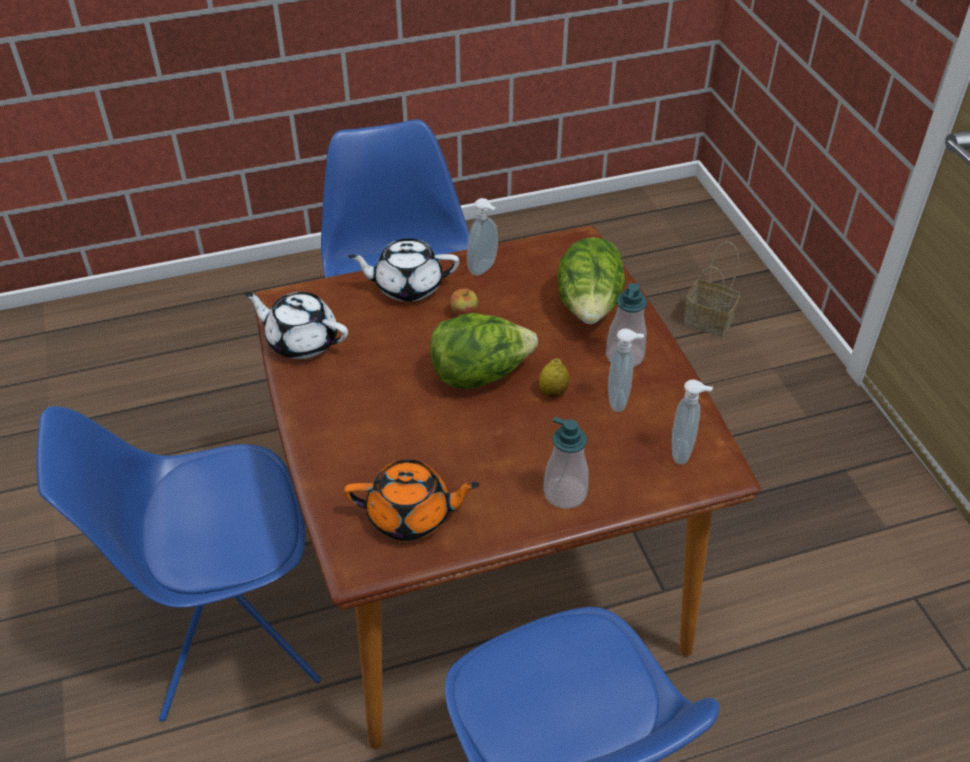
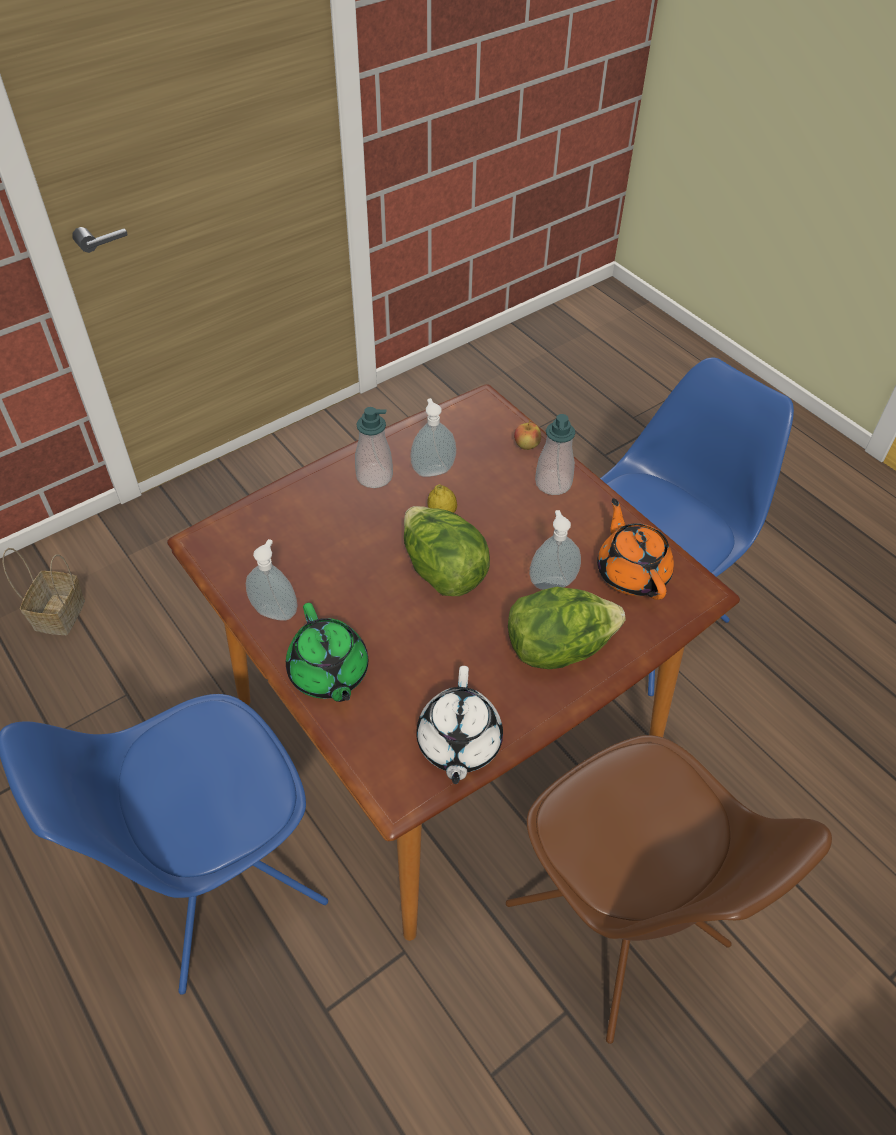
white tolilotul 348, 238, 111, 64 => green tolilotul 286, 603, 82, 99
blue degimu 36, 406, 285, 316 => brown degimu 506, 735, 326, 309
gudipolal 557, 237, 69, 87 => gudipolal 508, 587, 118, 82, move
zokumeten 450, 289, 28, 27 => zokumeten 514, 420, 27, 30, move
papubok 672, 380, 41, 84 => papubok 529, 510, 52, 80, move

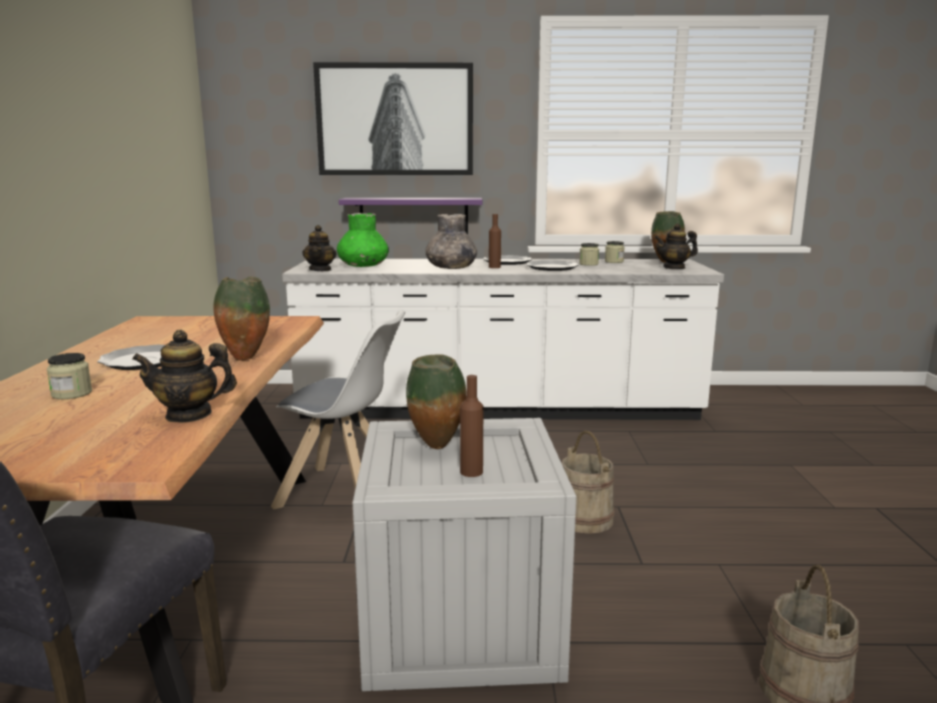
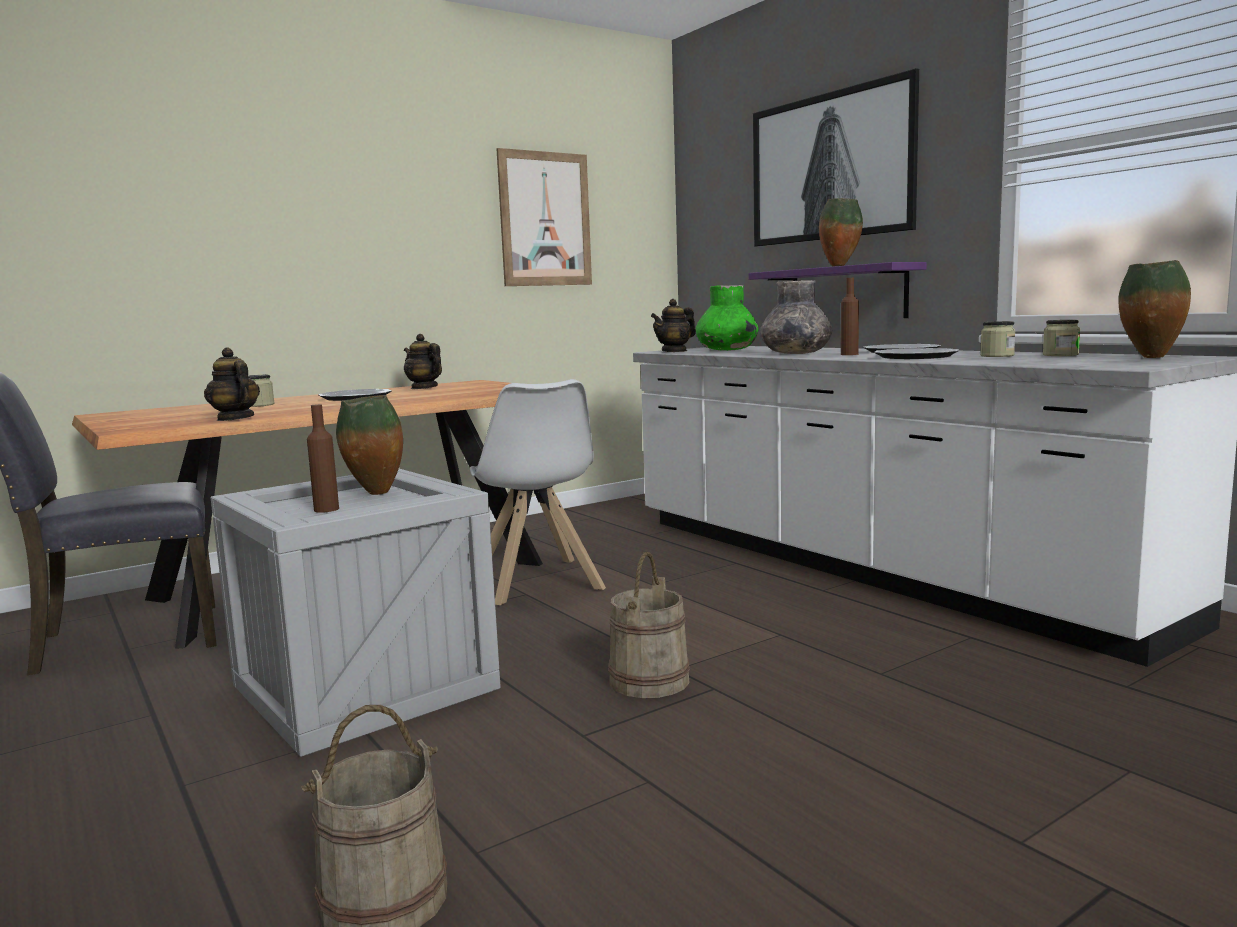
tolilotul 654, 224, 44, 45 => tolilotul 404, 334, 38, 55, move
nothing => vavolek 496, 148, 96, 138
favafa 213, 277, 57, 84 => favafa 819, 198, 44, 69, move

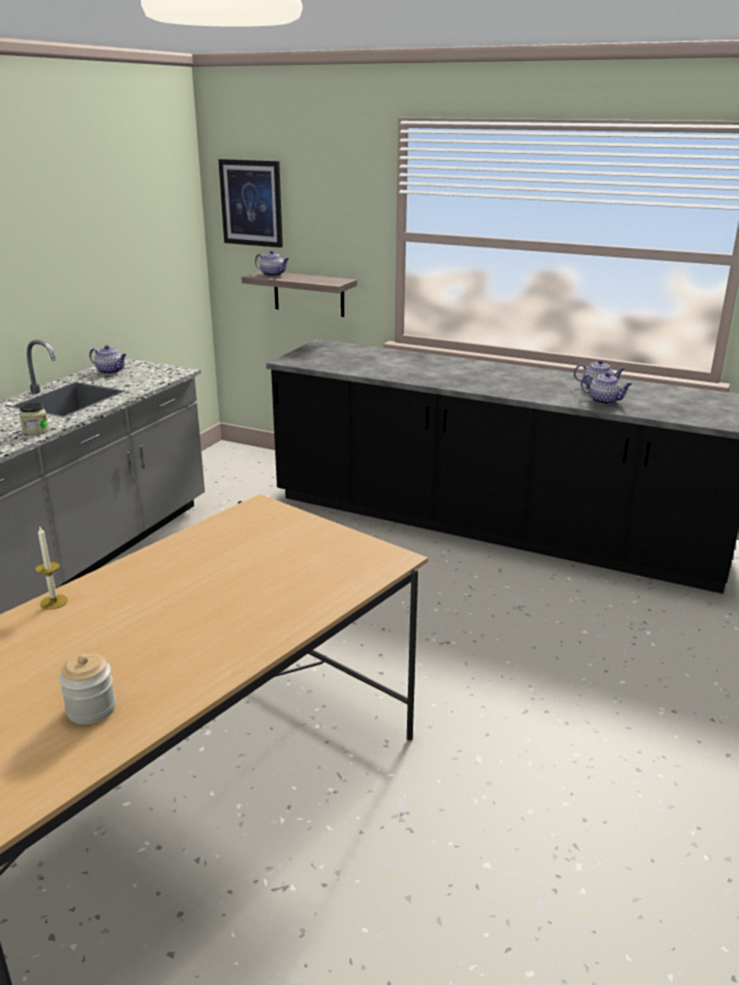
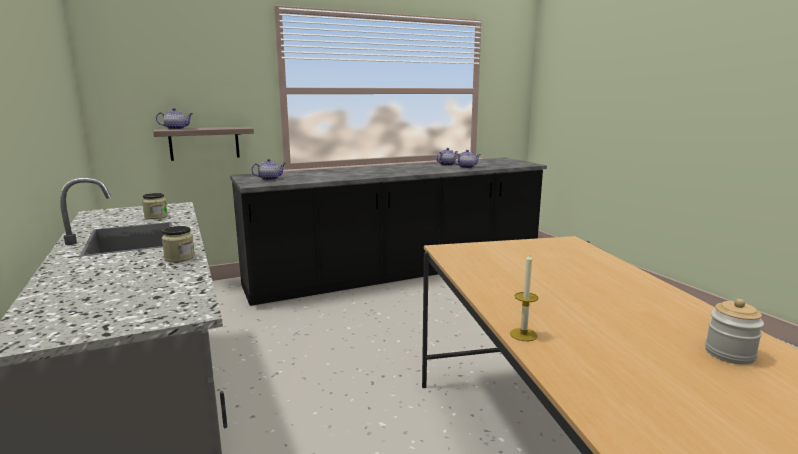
nothing => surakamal 142, 193, 26, 26
tolilotul 89, 345, 38, 29 => tolilotul 251, 159, 35, 21, move
vavolek 218, 159, 65, 89 => nothing

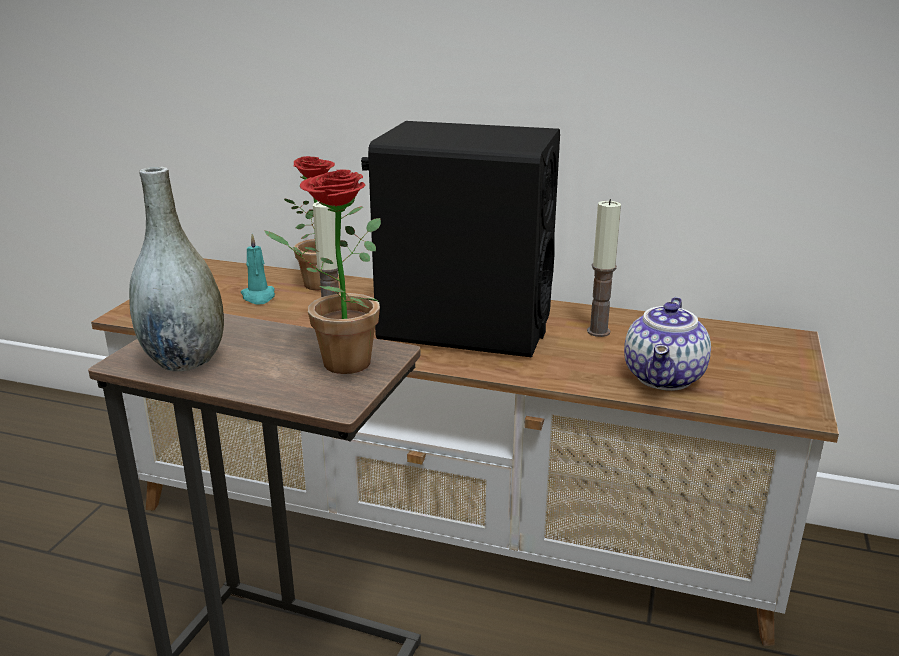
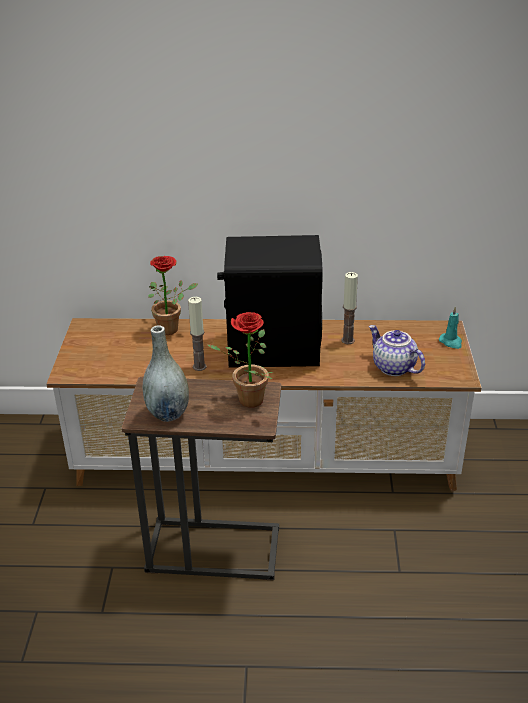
tolilotul 624, 297, 87, 94 => tolilotul 369, 325, 56, 51, 135 degrees clockwise
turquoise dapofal 241, 234, 34, 70 => turquoise dapofal 439, 307, 23, 42, move

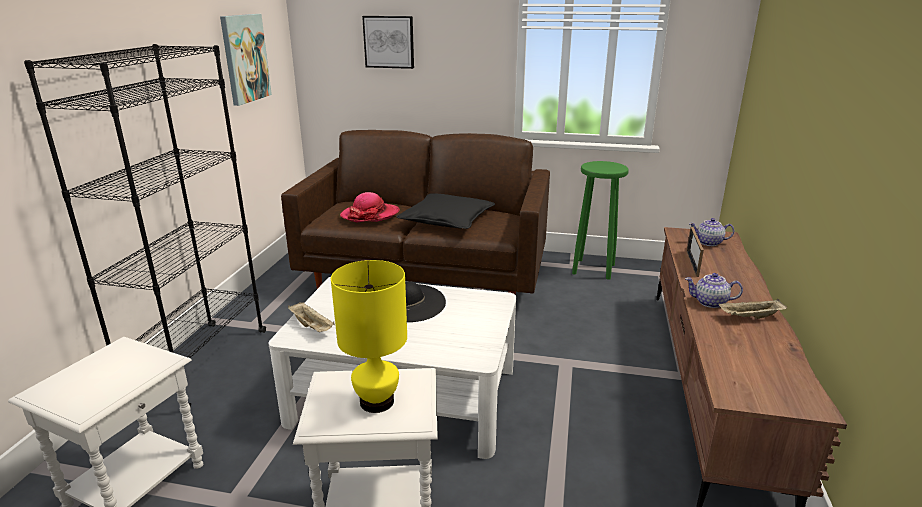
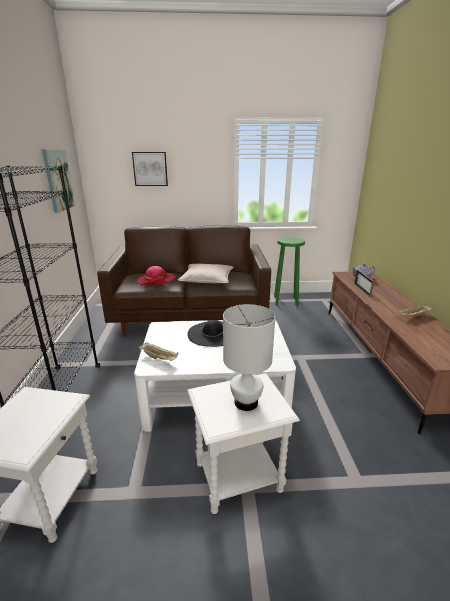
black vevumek 396, 193, 99, 36 => beige vevumek 178, 264, 56, 19
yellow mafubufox 331, 260, 76, 153 => white mafubufox 223, 304, 52, 107
tolilotul 685, 273, 58, 35 => nothing

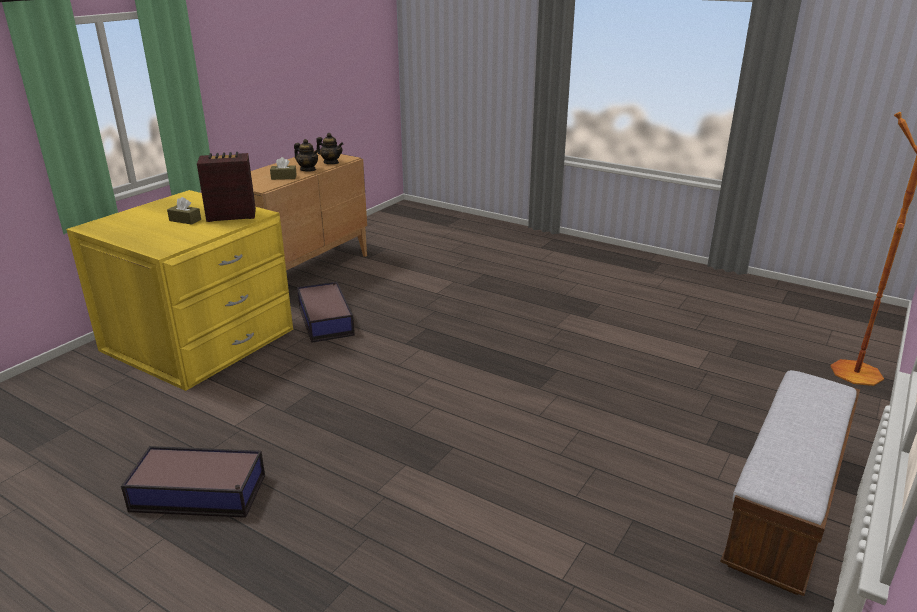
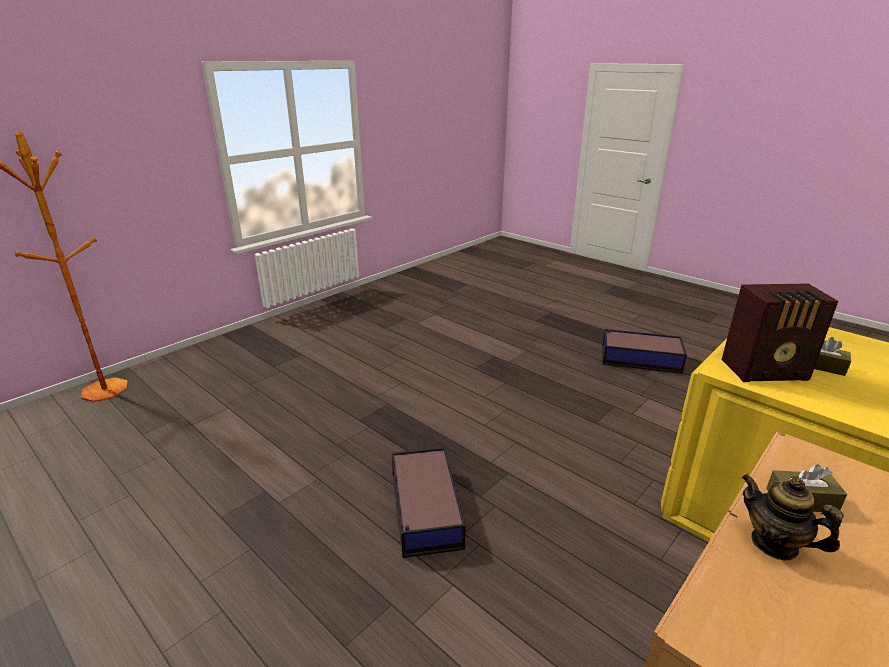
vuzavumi 297, 281, 58, 62 => vuzavumi 392, 447, 74, 111, move
tolilotul 316, 133, 27, 31 => nothing
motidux 720, 370, 140, 226 => nothing

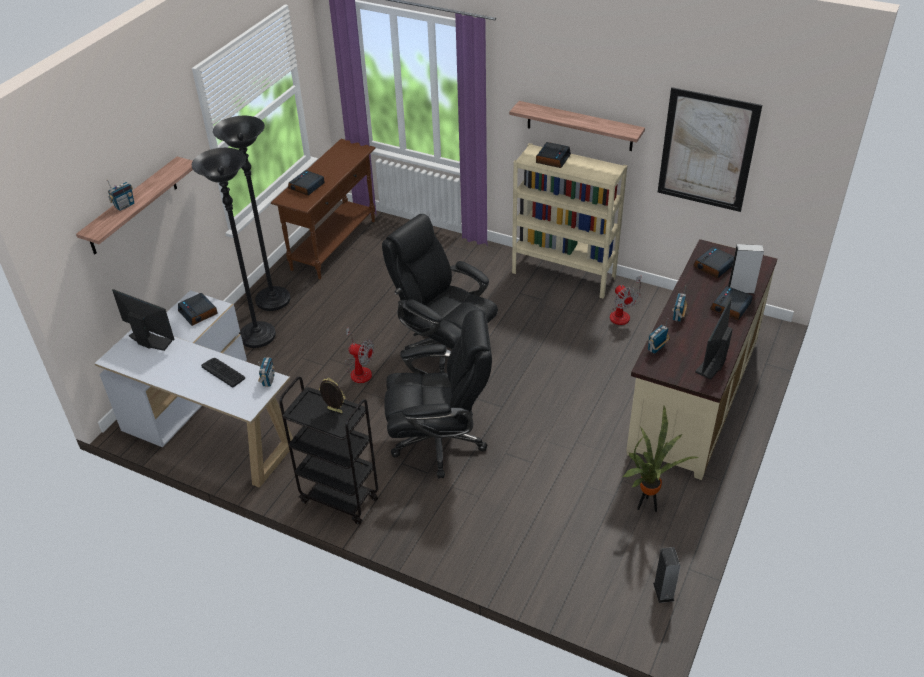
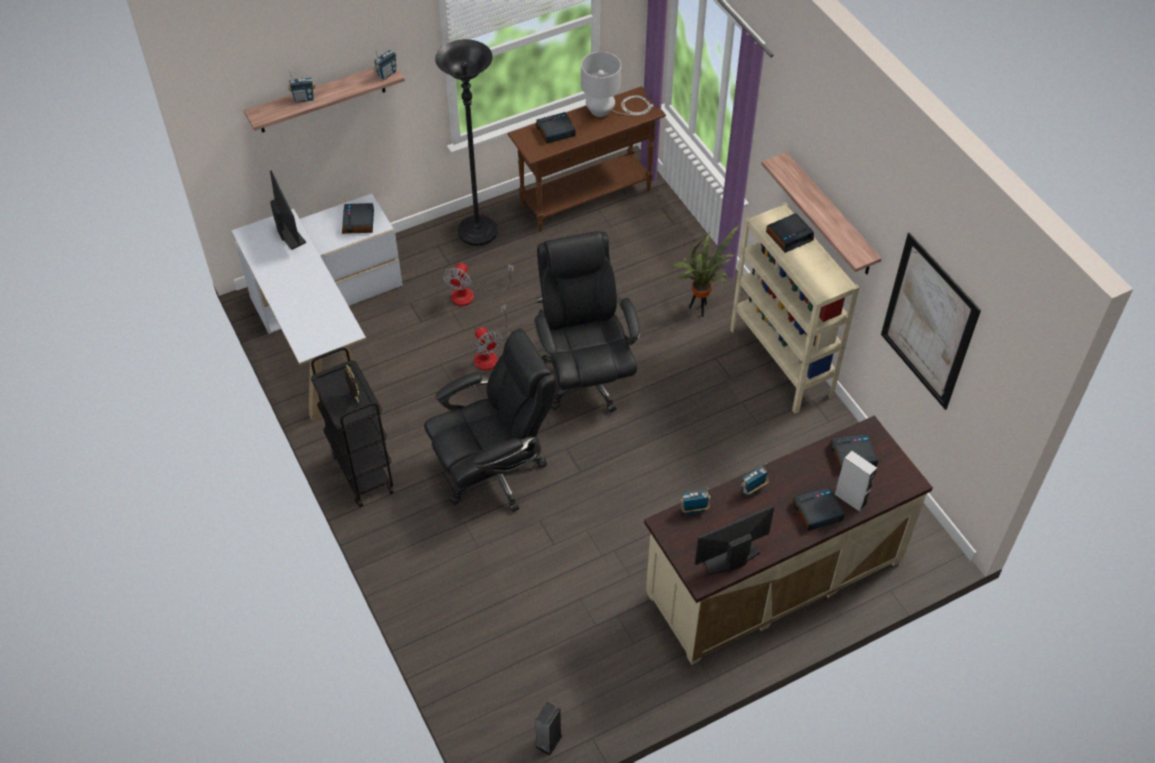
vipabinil 258, 357, 17, 30 => vipabinil 373, 50, 23, 30, move
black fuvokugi 384, 310, 108, 168 => black fuvokugi 424, 329, 132, 183, 60 degrees counterclockwise
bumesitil 610, 276, 31, 49 => bumesitil 443, 263, 71, 43, move
nothing => grey mafubufox 581, 52, 73, 65
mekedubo 622, 406, 77, 106 => mekedubo 673, 225, 66, 92, move
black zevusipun 192, 148, 84, 200 => nothing
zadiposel 201, 358, 44, 30 => nothing

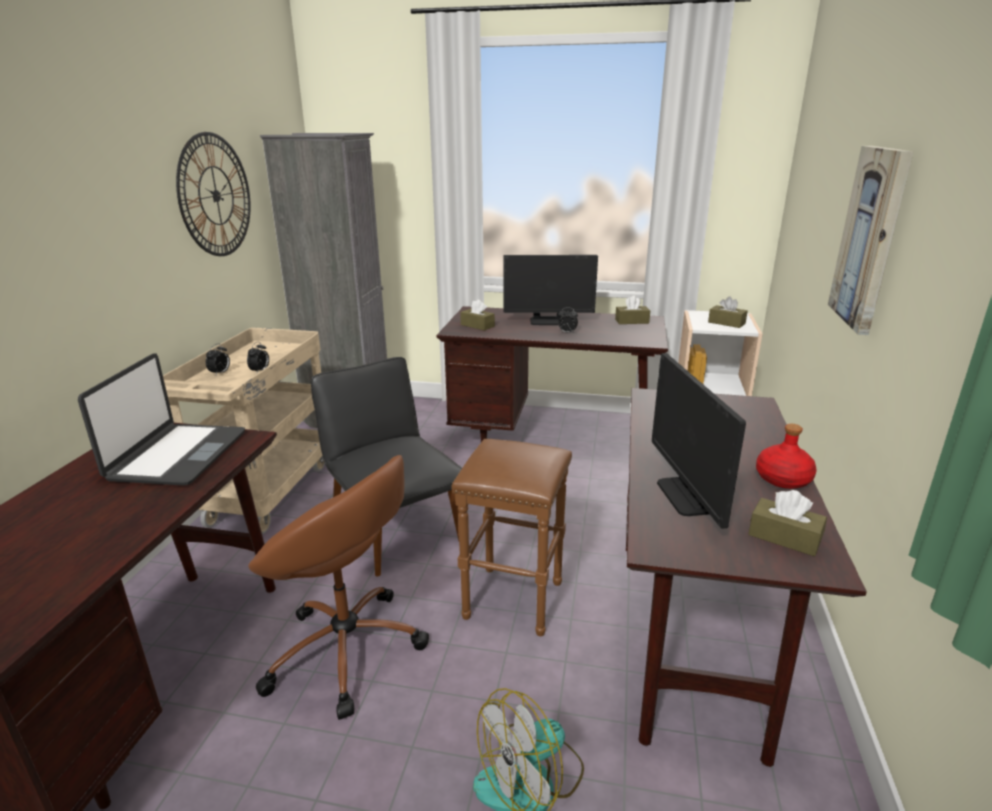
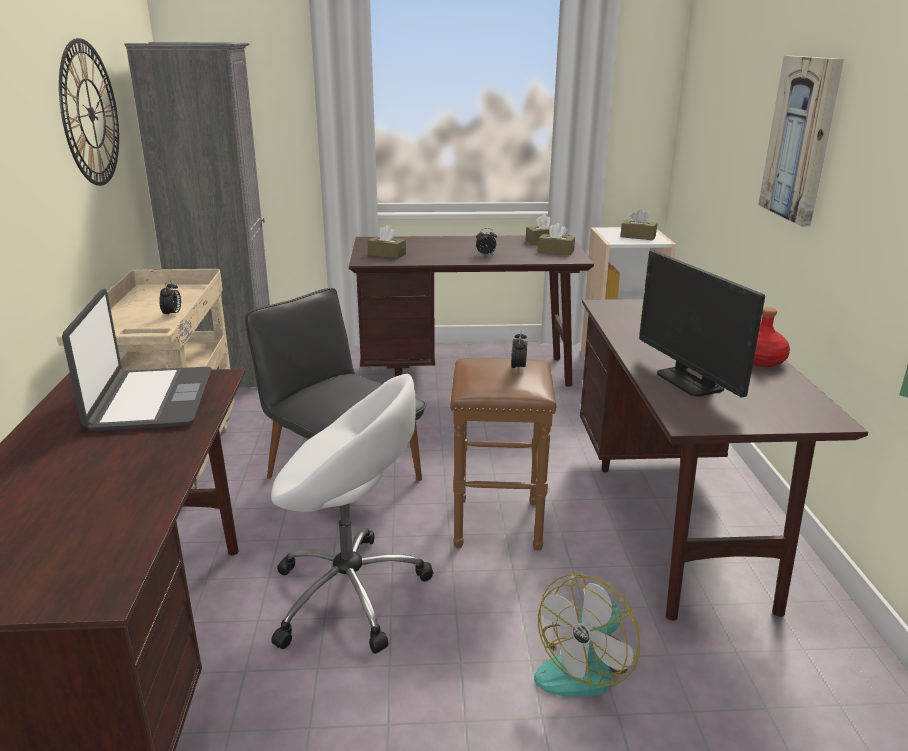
brown fuvokugi 248, 455, 181, 265 => white fuvokugi 271, 374, 162, 280
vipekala 206, 344, 24, 31 => vipekala 511, 331, 16, 41, move
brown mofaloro 748, 490, 79, 66 => brown mofaloro 538, 223, 37, 32, move
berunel 503, 255, 95, 70 => nothing

